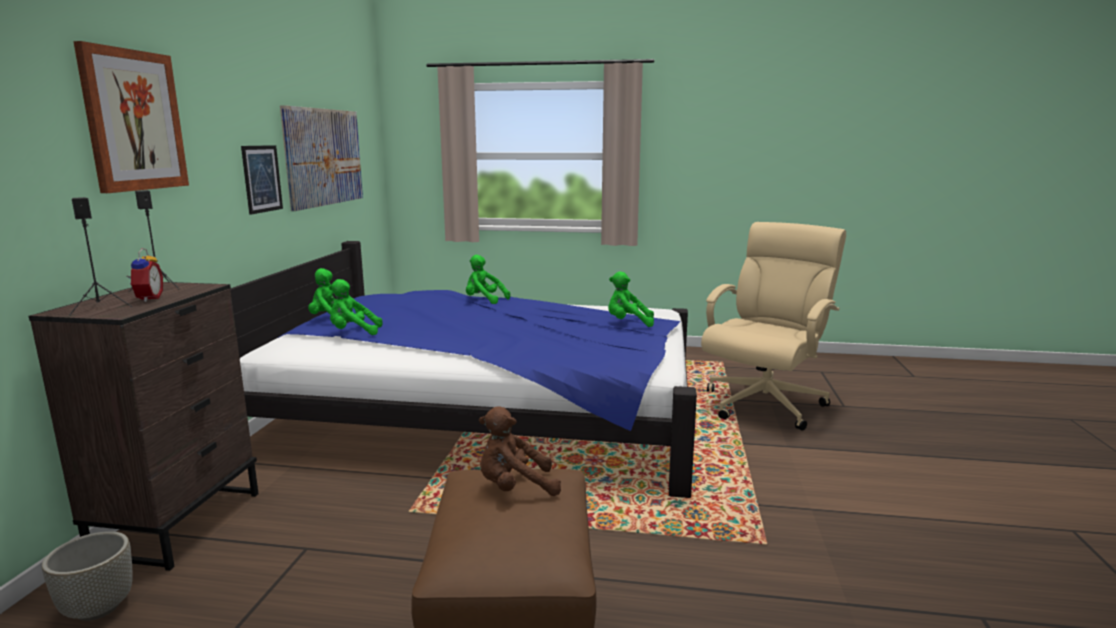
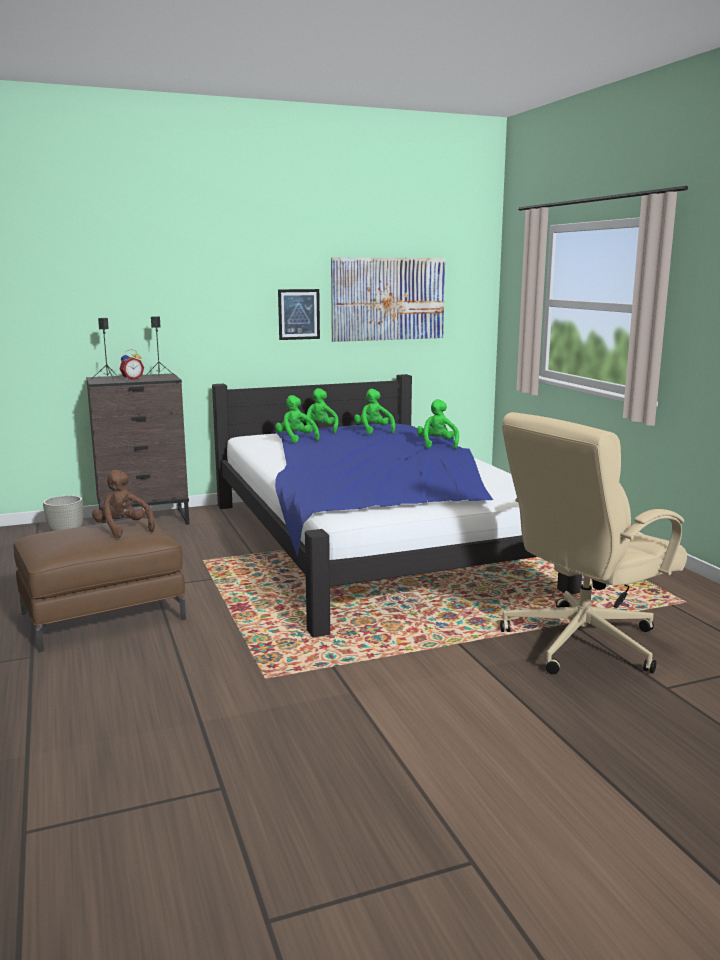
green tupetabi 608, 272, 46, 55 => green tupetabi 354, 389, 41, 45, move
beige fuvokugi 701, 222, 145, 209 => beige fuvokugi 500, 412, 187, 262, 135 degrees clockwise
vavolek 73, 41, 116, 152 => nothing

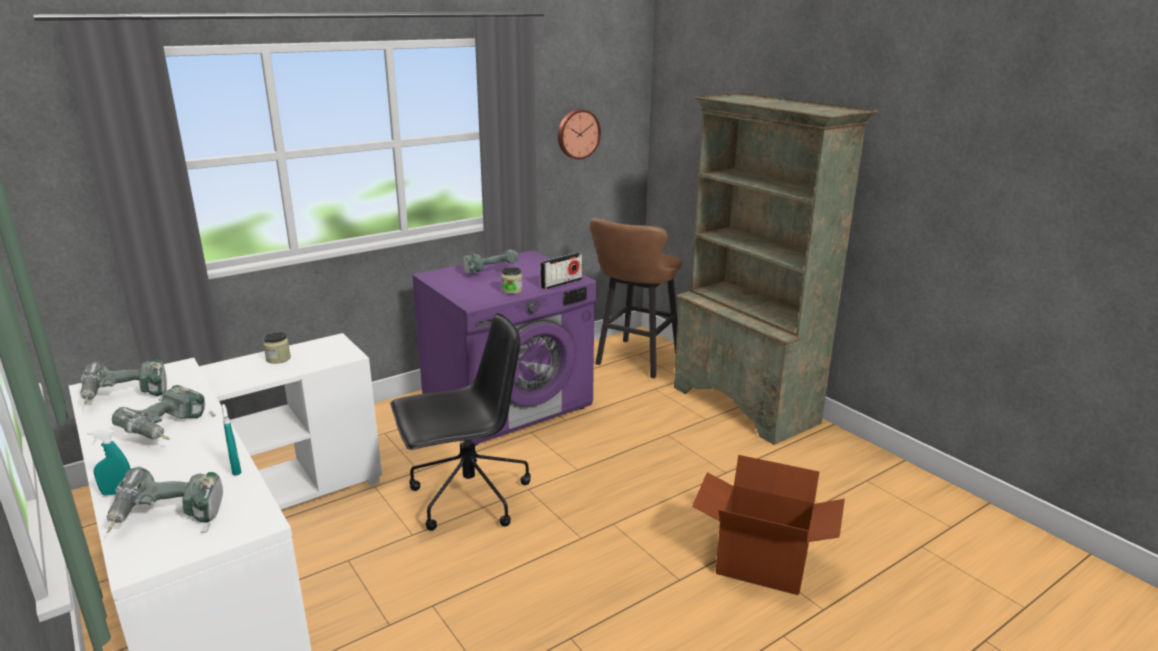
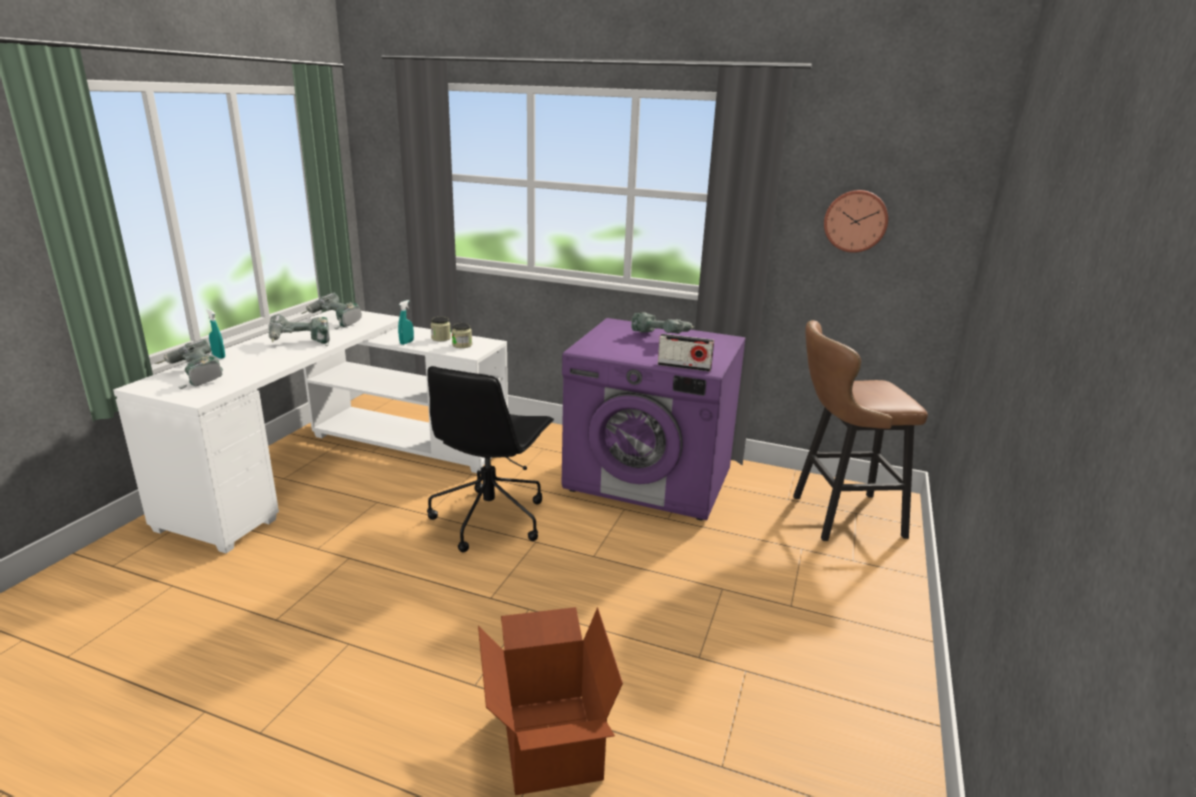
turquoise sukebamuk 222, 404, 20, 72 => turquoise sukebamuk 398, 300, 16, 45, move
black fuvokugi 390, 313, 141, 218 => black fuvokugi 427, 366, 127, 186, 75 degrees clockwise
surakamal 501, 267, 21, 27 => surakamal 452, 323, 20, 25, move
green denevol 674, 93, 204, 352 => nothing

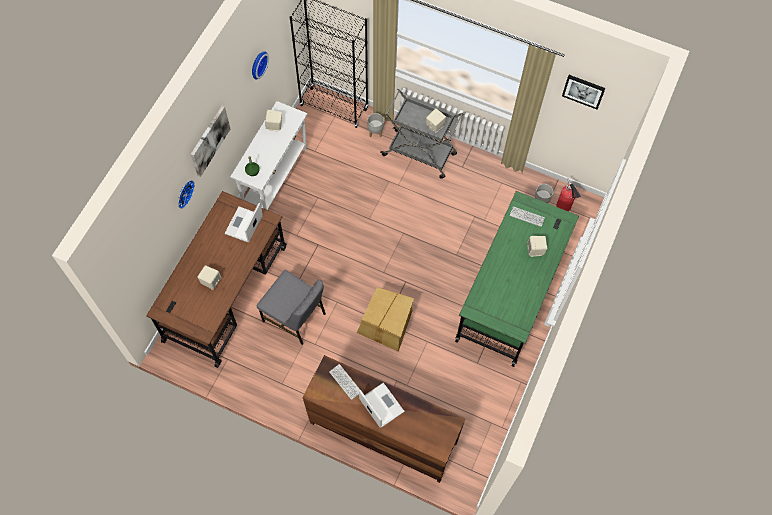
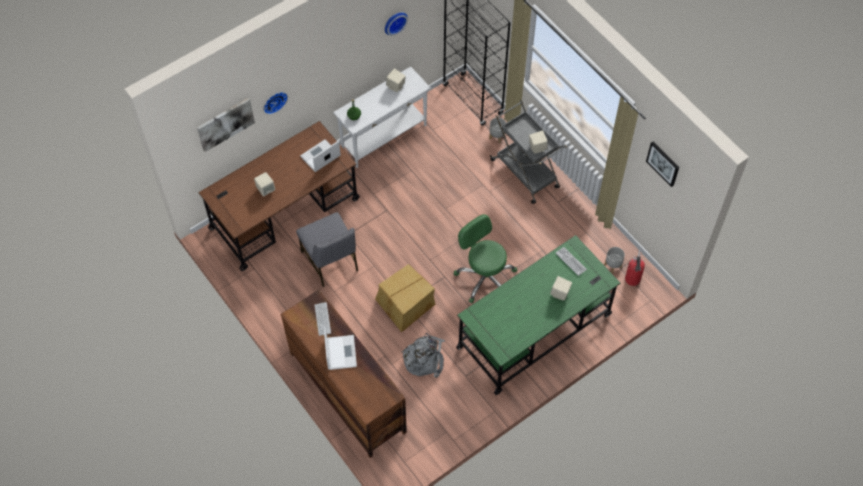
vavolek 191, 105, 39, 72 => vavolek 197, 98, 58, 54, move
nothing => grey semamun 401, 333, 44, 45
nothing => green fuvokugi 454, 214, 63, 89

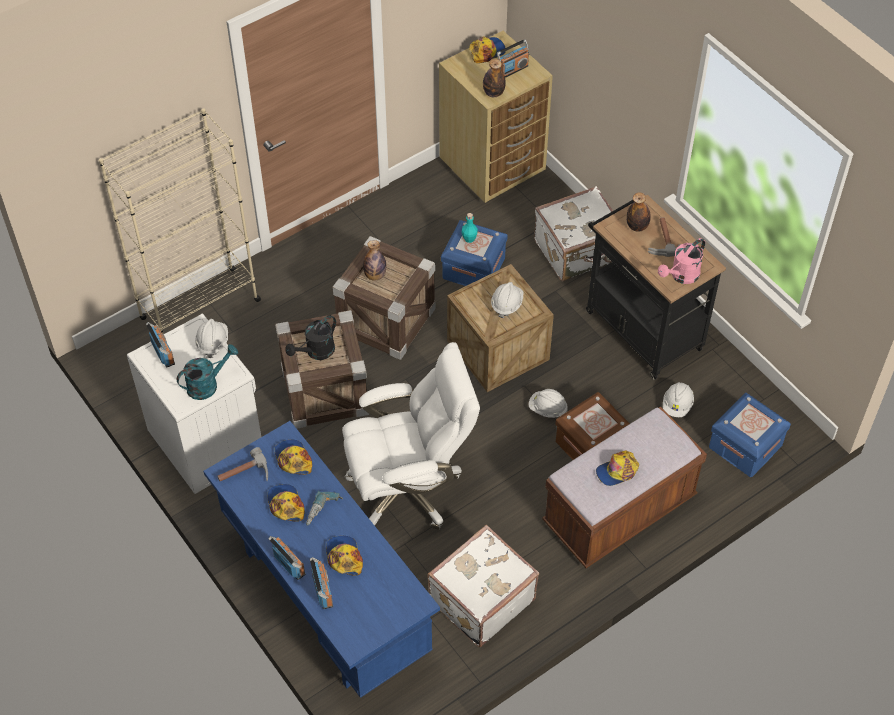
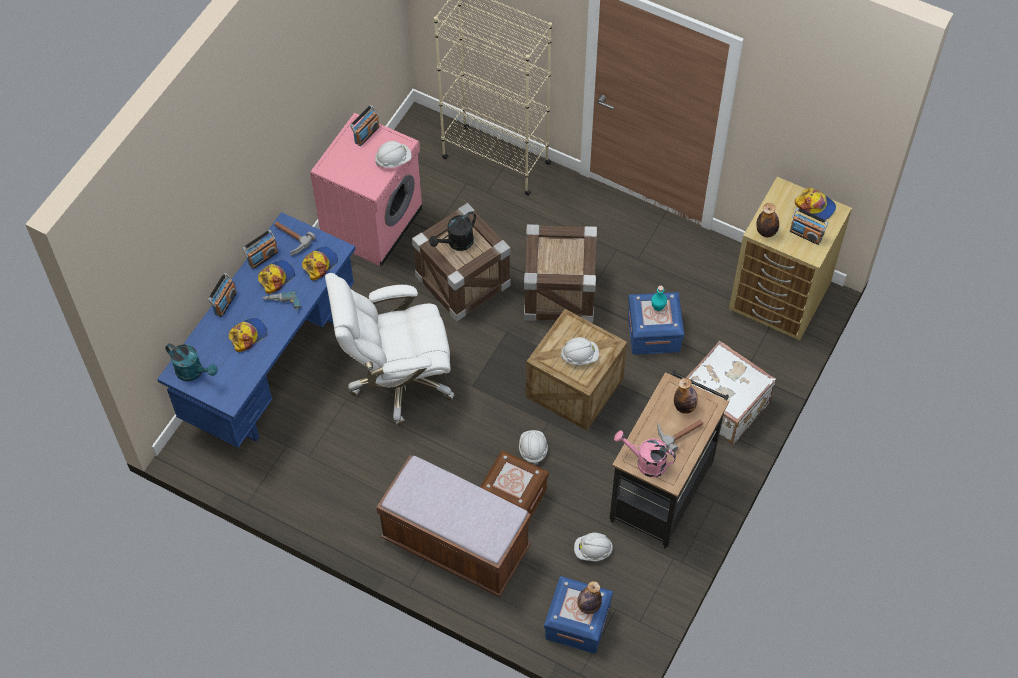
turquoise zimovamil 177, 344, 61, 56 => turquoise zimovamil 165, 343, 53, 38, move
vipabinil 310, 557, 23, 52 => vipabinil 242, 230, 36, 39, move
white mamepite 127, 313, 134, 181 => pink mamepite 310, 113, 112, 154
white fuvokugi 342, 342, 138, 187 => white fuvokugi 325, 273, 130, 152, 120 degrees clockwise
black zimovamil 285, 315, 51, 45 => black zimovamil 429, 212, 47, 39, 60 degrees counterclockwise
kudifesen 363, 240, 23, 41 => kudifesen 577, 581, 25, 33, move
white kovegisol 427, 525, 112, 122 => nothing
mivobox 596, 451, 43, 35 => nothing

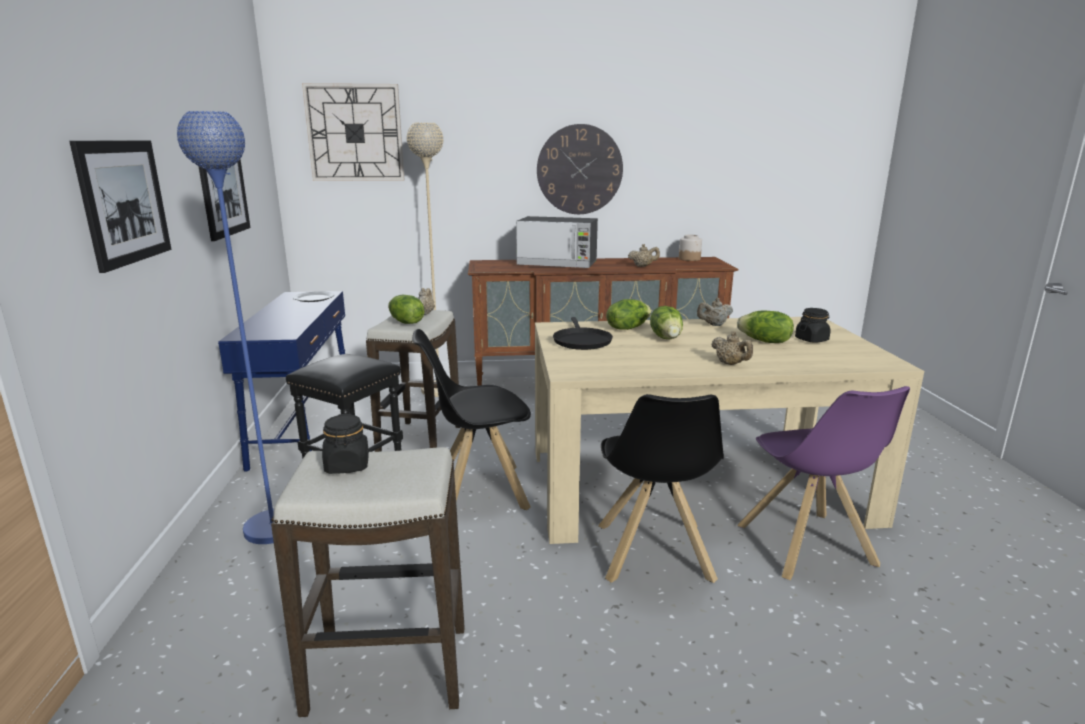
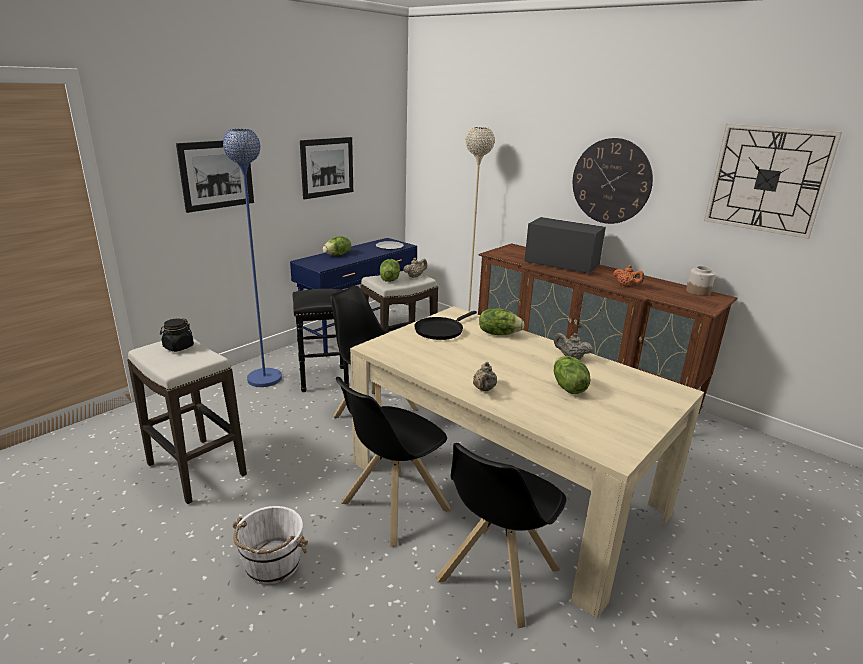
nothing => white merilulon 232, 506, 76, 79
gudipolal 650, 306, 33, 33 => gudipolal 323, 236, 28, 19, move
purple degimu 737, 386, 173, 194 => black degimu 436, 443, 130, 185
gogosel 516, 216, 82, 52 => gogosel 524, 217, 82, 57, 150 degrees clockwise
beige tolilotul 628, 244, 32, 23 => orange tolilotul 613, 265, 31, 22
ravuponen 302, 83, 102, 98 => ravuponen 704, 124, 138, 115, move
black surakamal 795, 308, 36, 35 => nothing

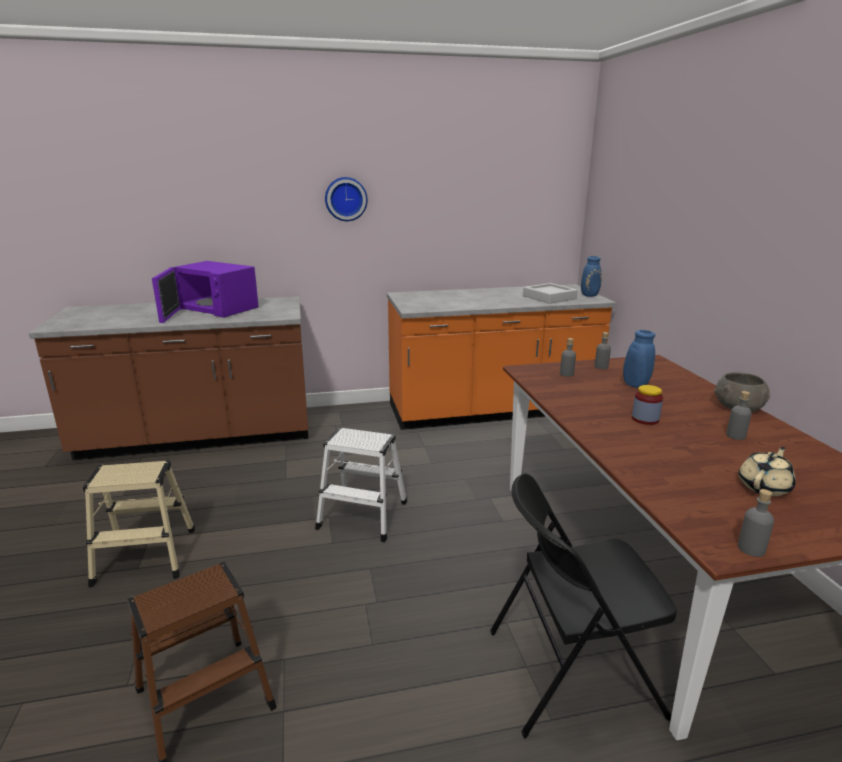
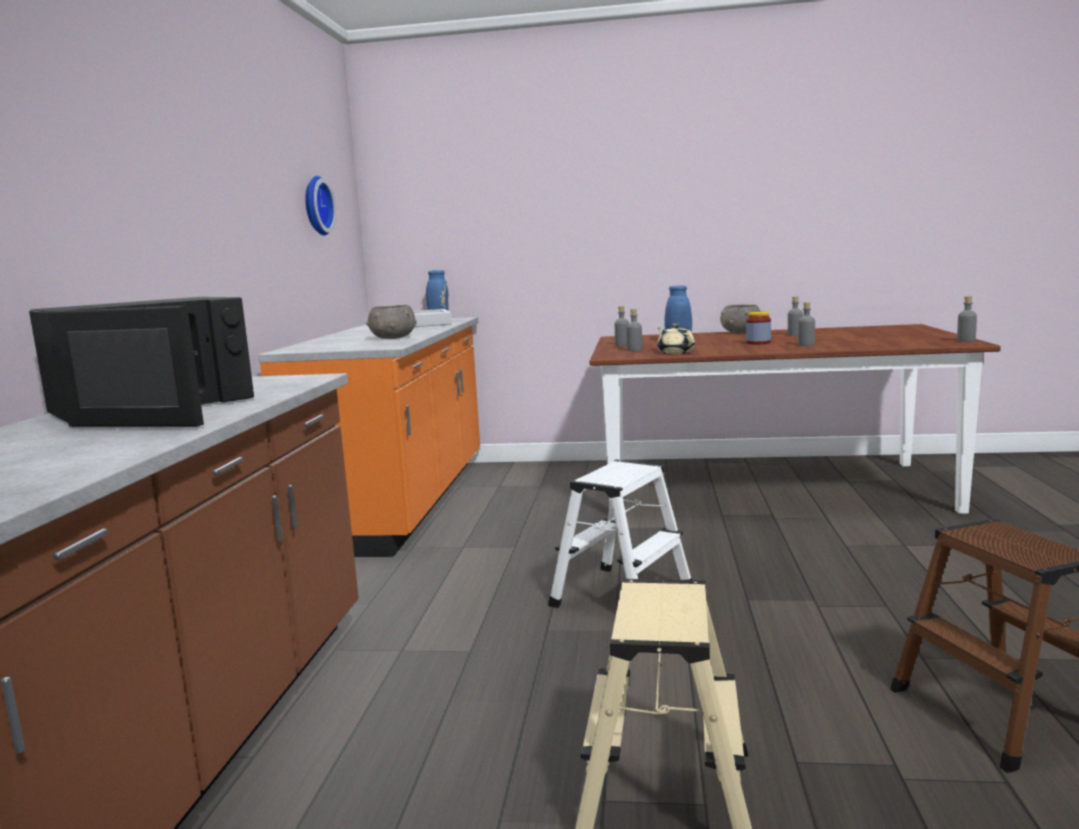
purple gogosel 152, 261, 107, 62 => black gogosel 29, 297, 225, 130
ravuponen 325, 177, 43, 44 => ravuponen 305, 176, 31, 60, move
nothing => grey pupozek 366, 305, 51, 34
beige tolilotul 739, 447, 57, 49 => beige tolilotul 657, 323, 38, 31, move
nothing => grey kudifesen 798, 302, 17, 44
black degimu 490, 473, 187, 265 => nothing

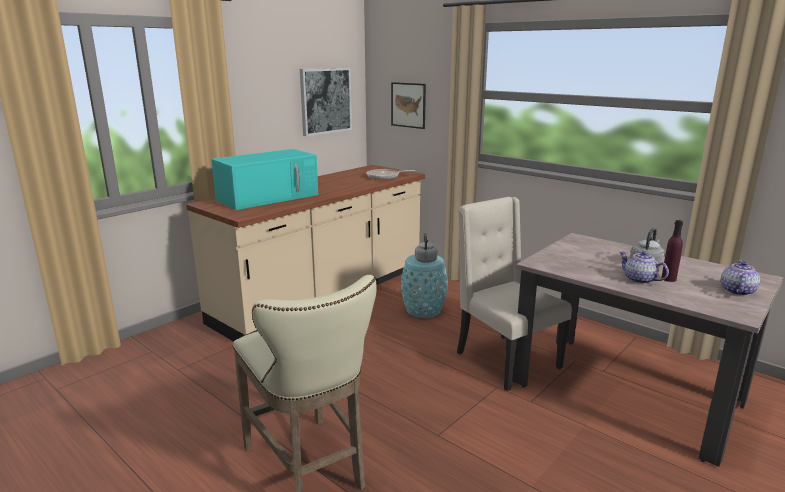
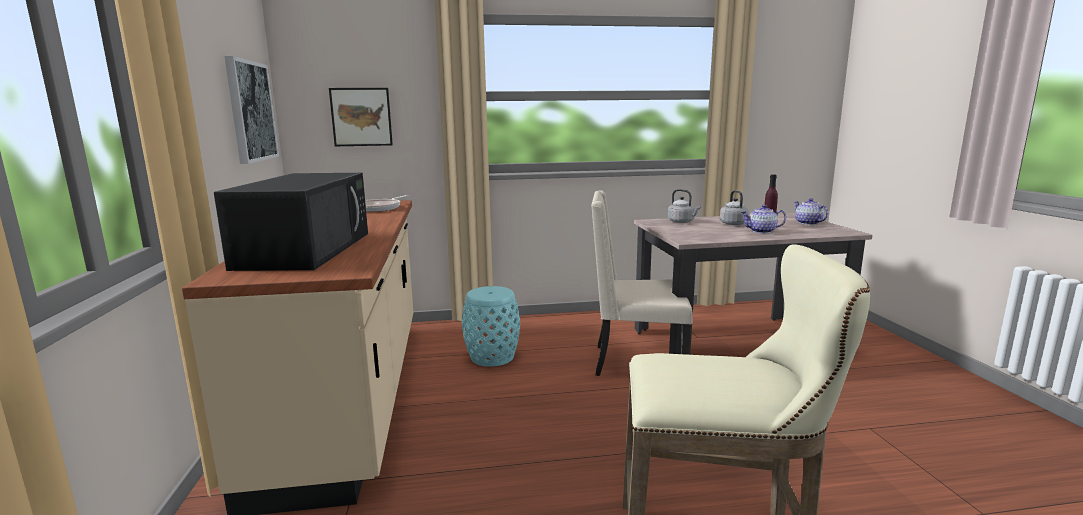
turquoise gogosel 211, 149, 107, 61 => black gogosel 214, 173, 154, 98
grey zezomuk 415, 233, 23, 30 => grey zezomuk 668, 189, 33, 34, move

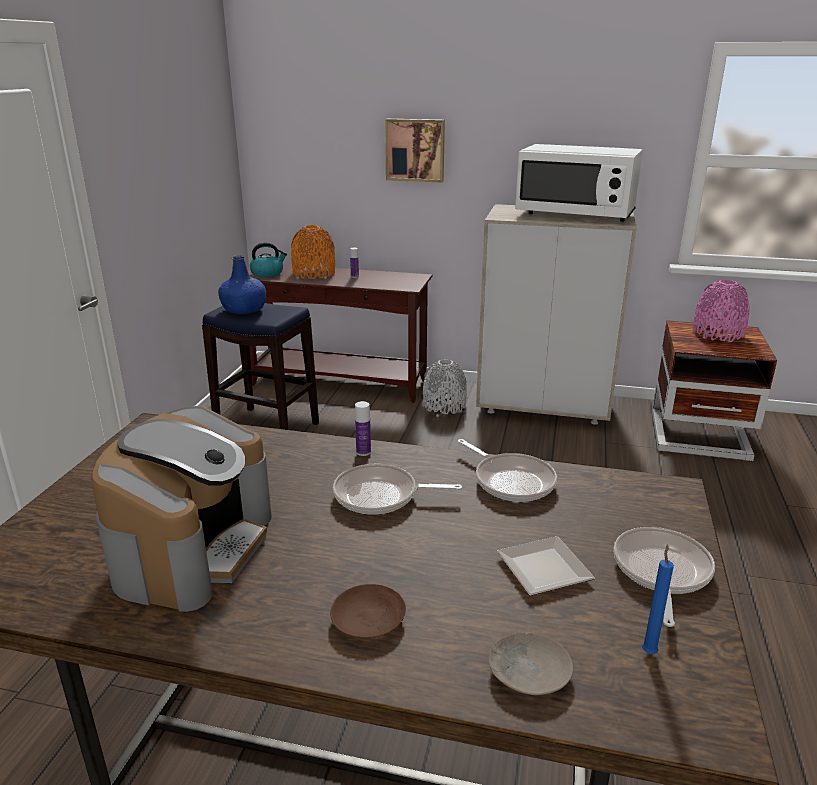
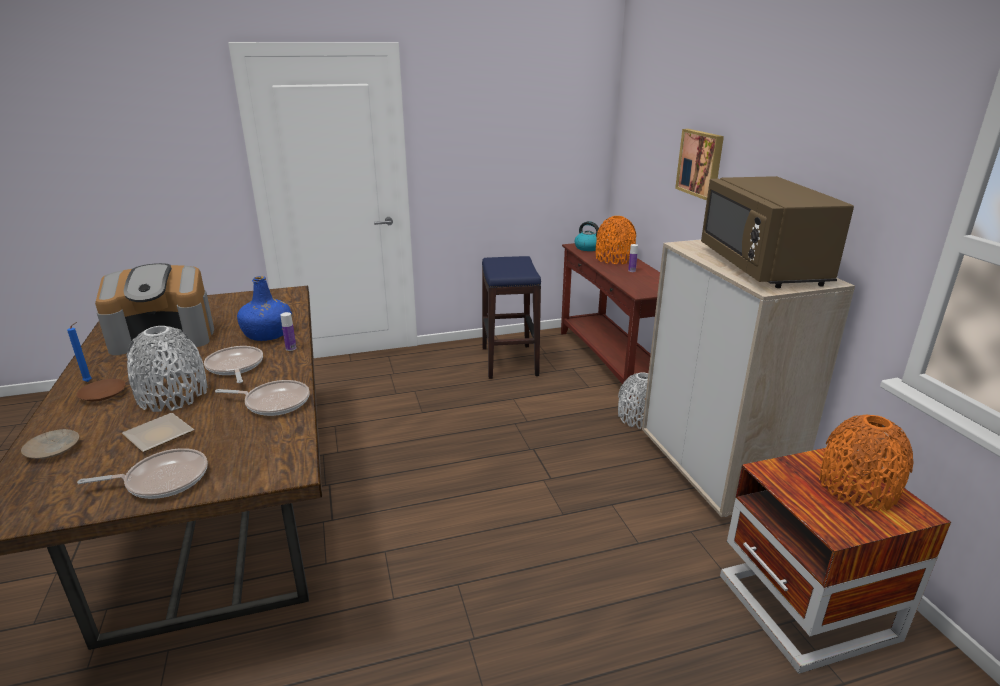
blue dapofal 642, 544, 32, 110 => blue dapofal 67, 322, 25, 60, move
nothing => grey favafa 127, 326, 81, 86
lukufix 458, 439, 99, 63 => lukufix 215, 380, 95, 36, 105 degrees counterclockwise
blue kudifesen 218, 255, 48, 59 => blue kudifesen 237, 276, 55, 65, move
white gogosel 515, 144, 128, 78 => brown gogosel 701, 176, 153, 112
pink favafa 693, 280, 57, 62 => orange favafa 819, 414, 95, 97

